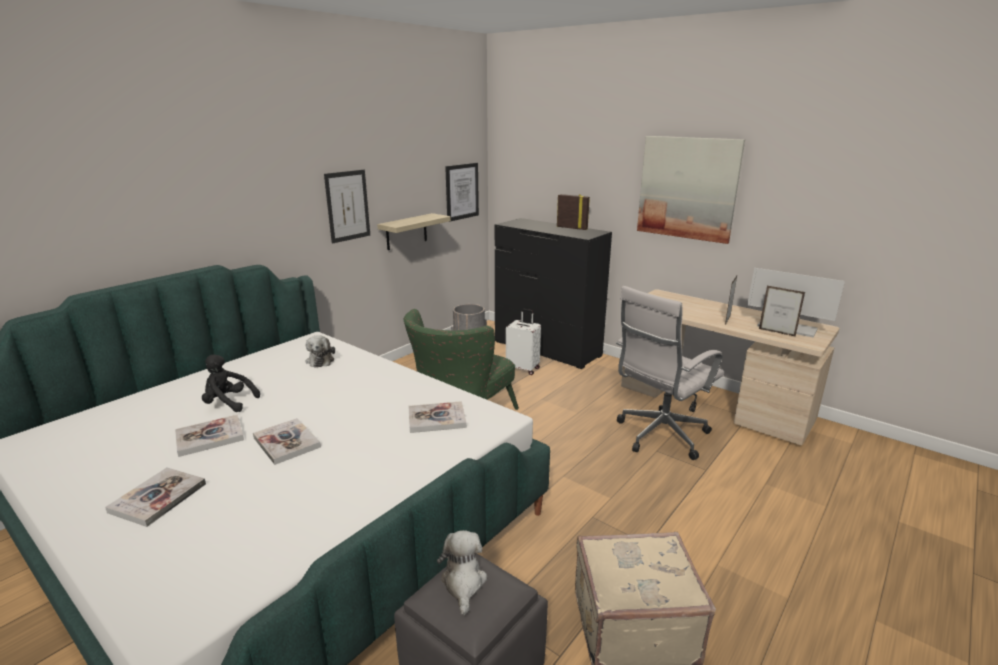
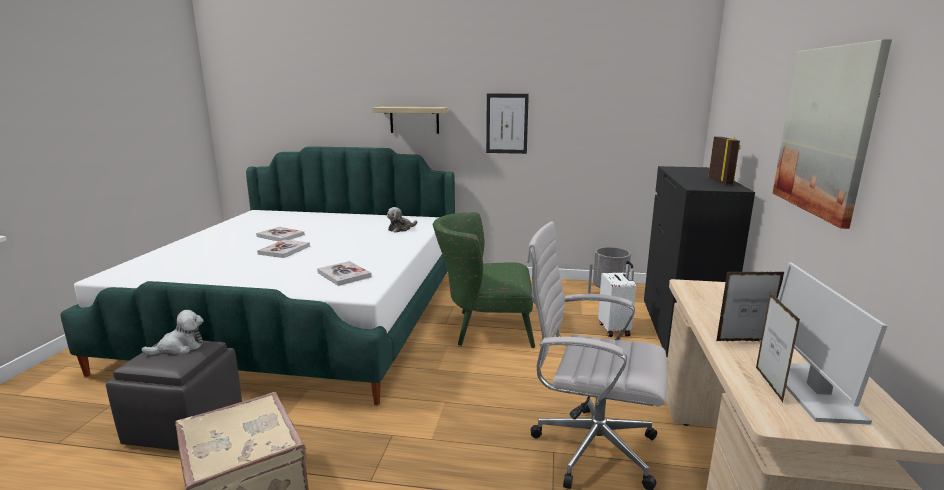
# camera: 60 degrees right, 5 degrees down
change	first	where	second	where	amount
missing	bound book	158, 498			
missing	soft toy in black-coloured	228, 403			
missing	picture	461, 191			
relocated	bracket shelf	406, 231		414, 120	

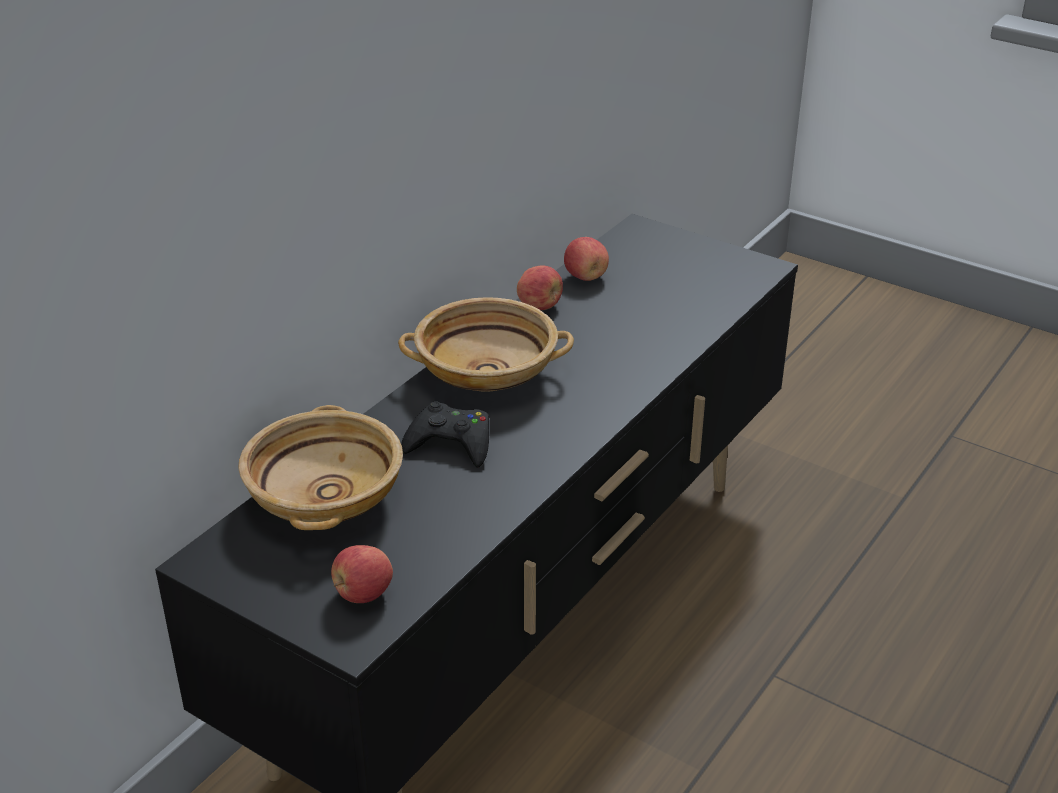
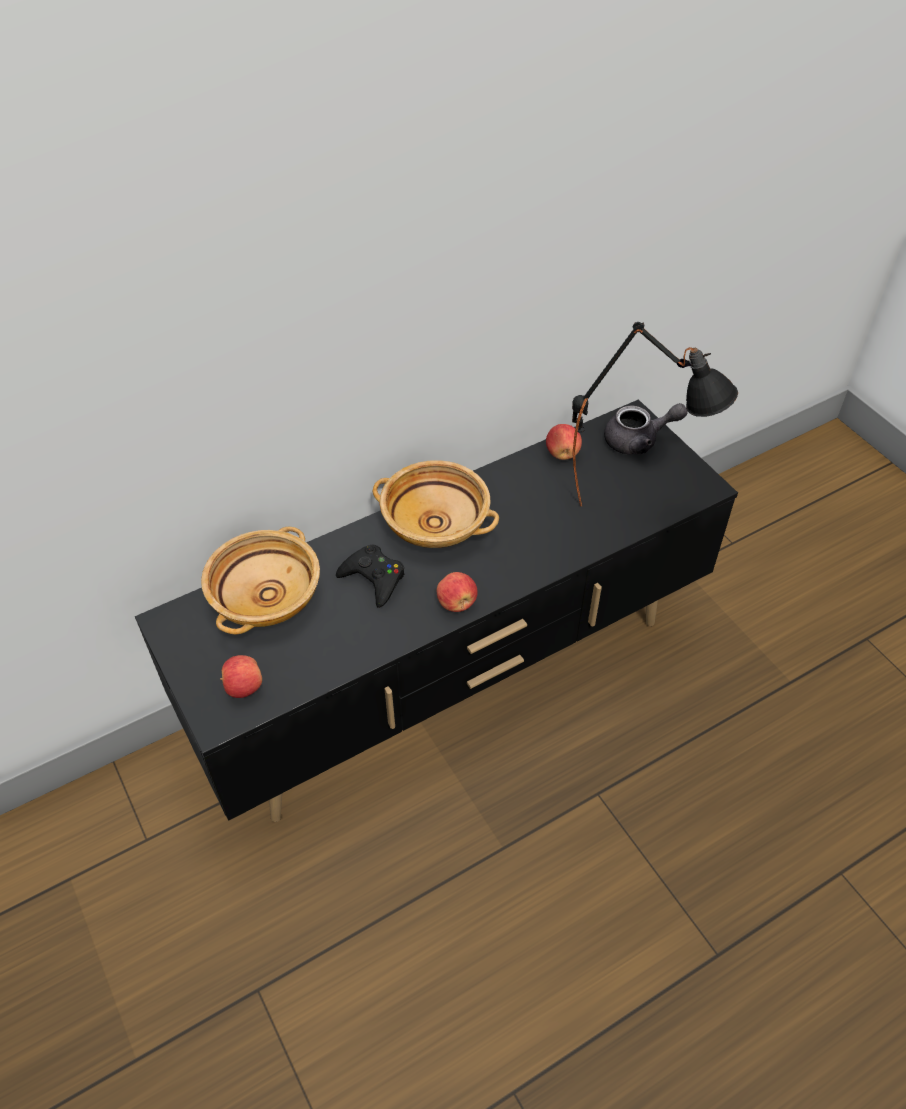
# camera: 25 degrees right, 15 degrees up
change	first	where	second	where	amount
appeared			lamp for a table in black-coloured	632, 504	
appeared			tea pot in greyish	638, 440	
relocated	apple	540, 306		457, 603	

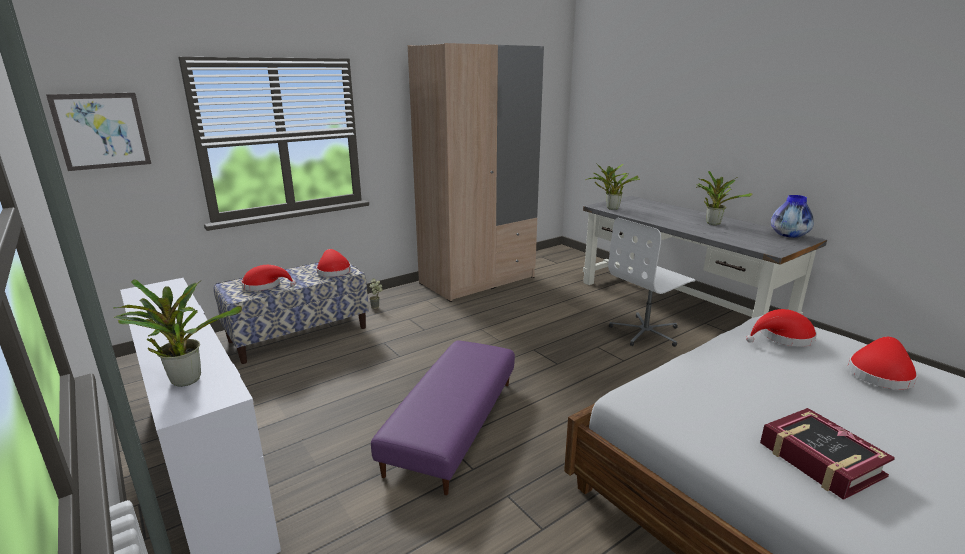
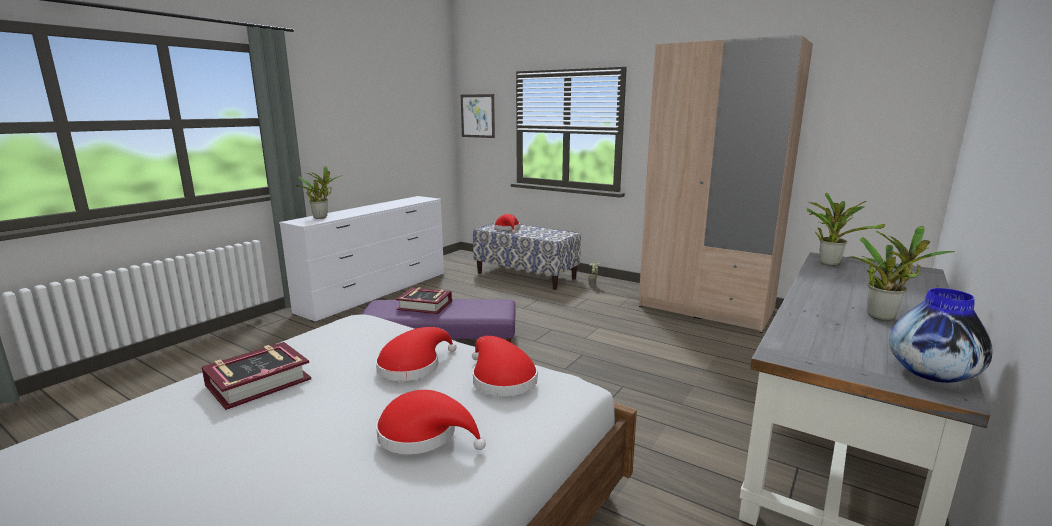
# camera: 70 degrees right, 5 degrees down
change	first	where	second	where	amount
missing	computer chair in white	646, 332			
appeared			bound book	425, 305	
relocated	hat in red-coloured	333, 271		413, 366	

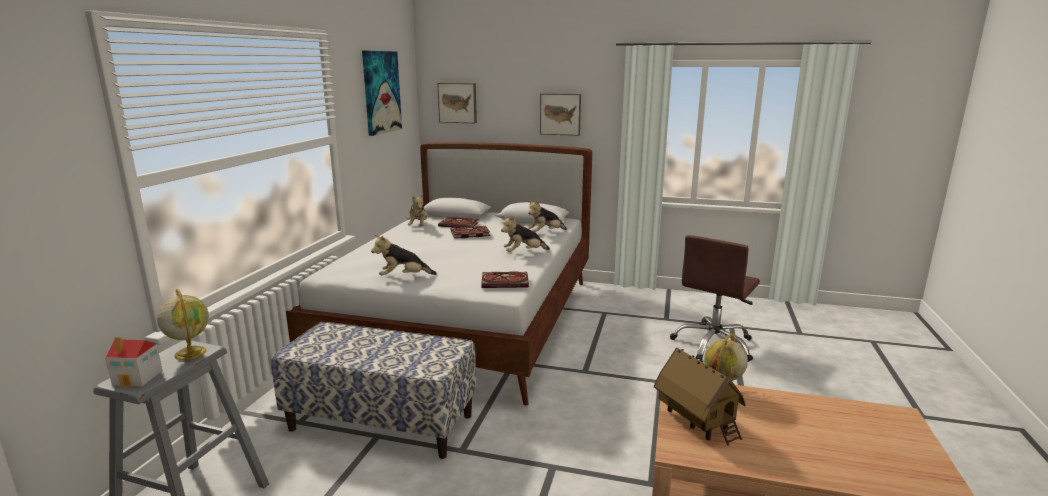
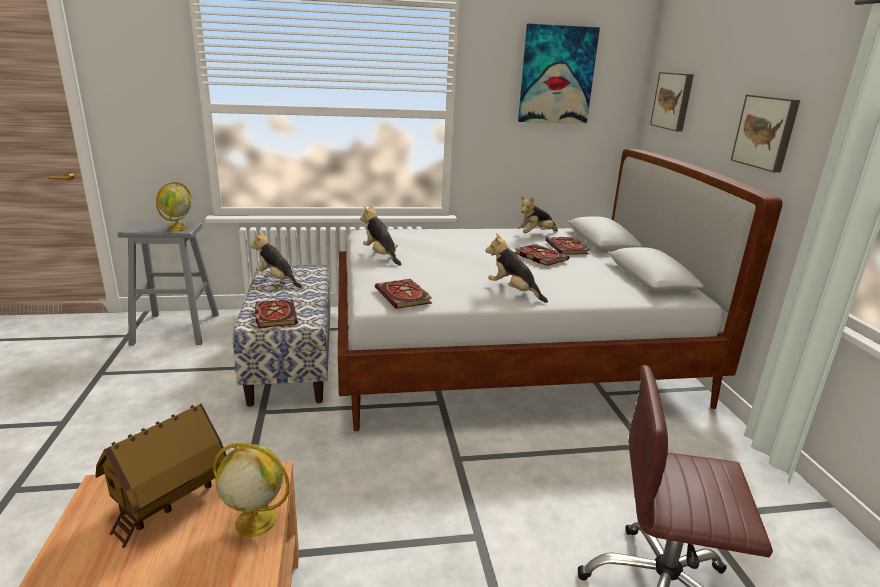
# camera: 65 degrees right, 5 degrees up
change	first	where	second	where	amount
missing	toy house	138, 377			
appeared			bound book	274, 315	
relocated	soft toy	545, 233		277, 280	

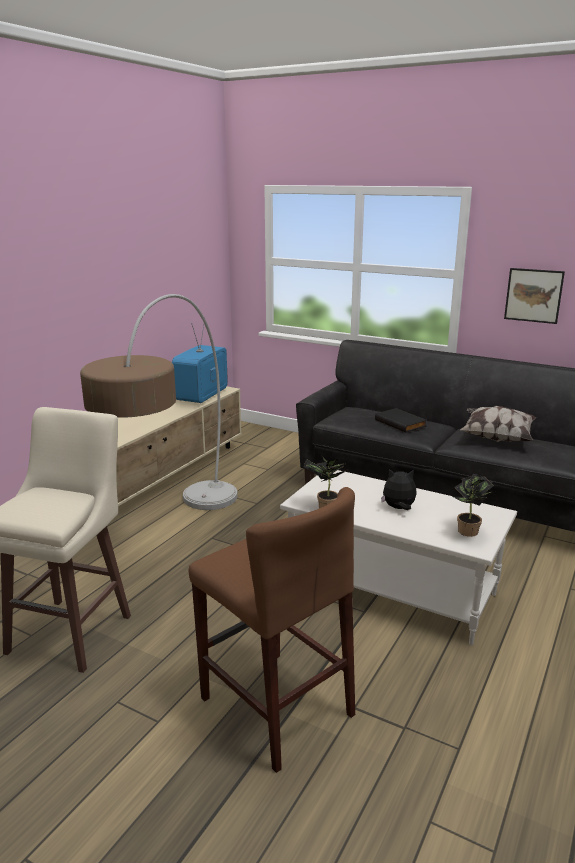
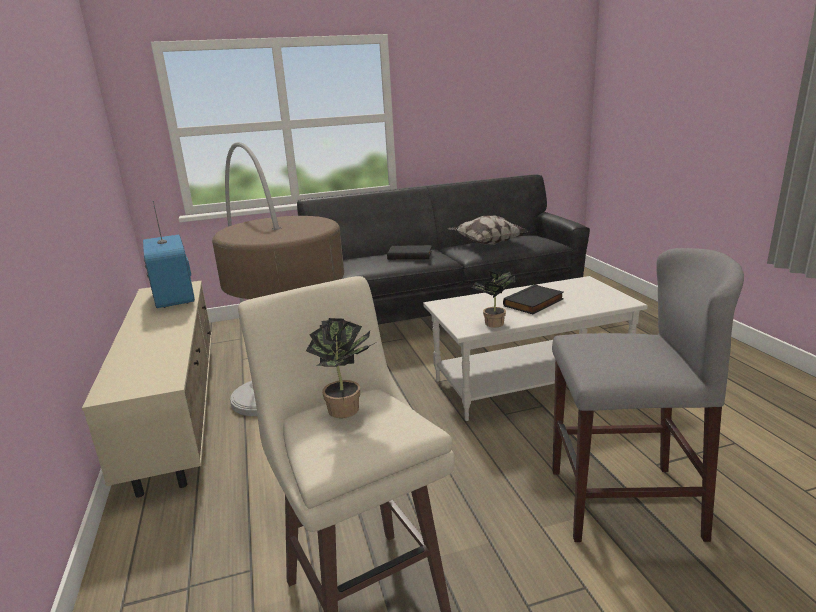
# camera: 45 degrees left, 0 degrees up
change	first	where	second	where	amount
missing	picture	533, 295			
relocated	plant in a pot	470, 533		348, 410	
exchanged	soft toy	398, 508	bound book in black-coloured	534, 303	
colour	stool seat in brownish	276, 706	stool seat in greyish	622, 502	

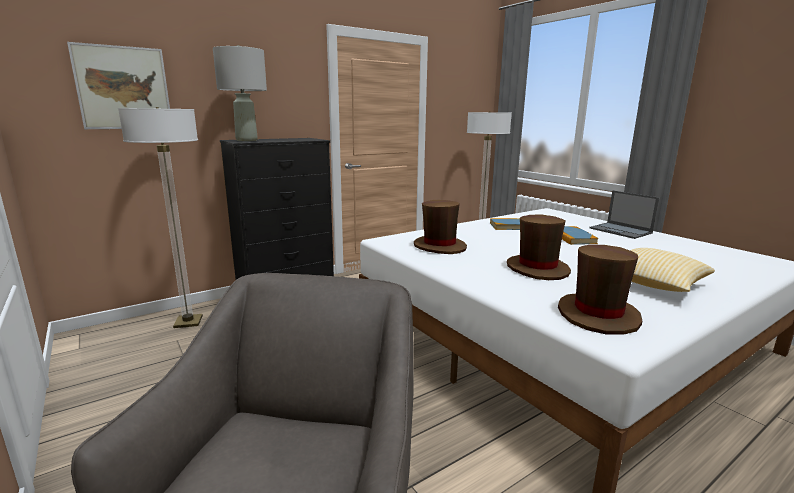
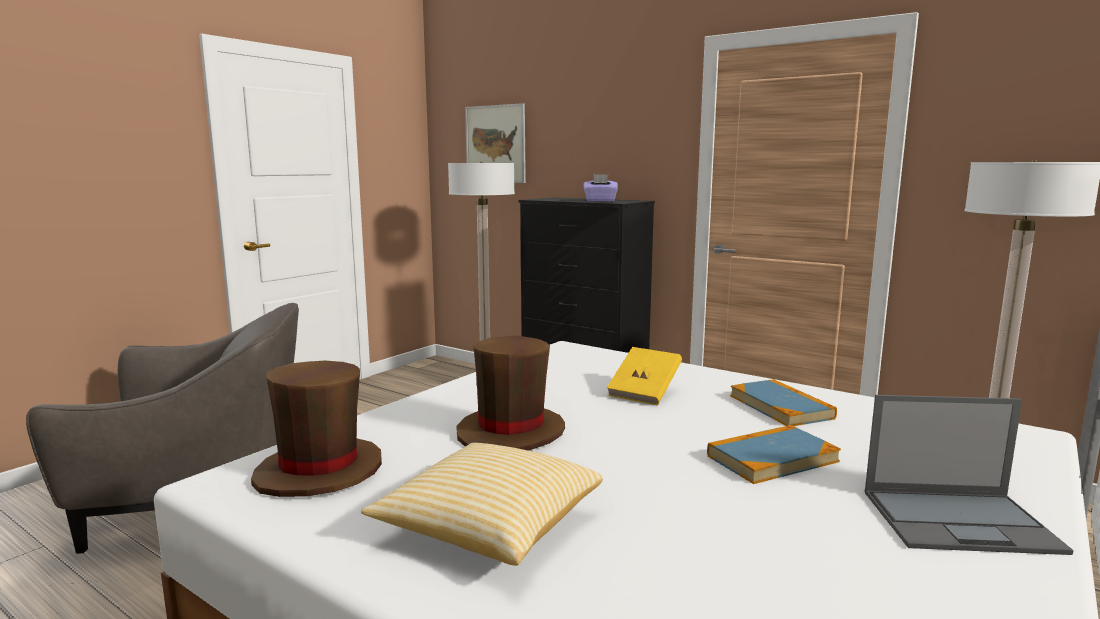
# camera: 70 degrees right, 5 degrees down
change	first	where	second	where	amount
missing	lamp for a table in greyish	246, 140			
missing	hat in brownish	439, 246			
appeared			box of tissues in purple-coloured	600, 201	
appeared			bound book in yellow-coloured	644, 392	
spun	portable computer	621, 231		961, 521	120 degrees counterclockwise

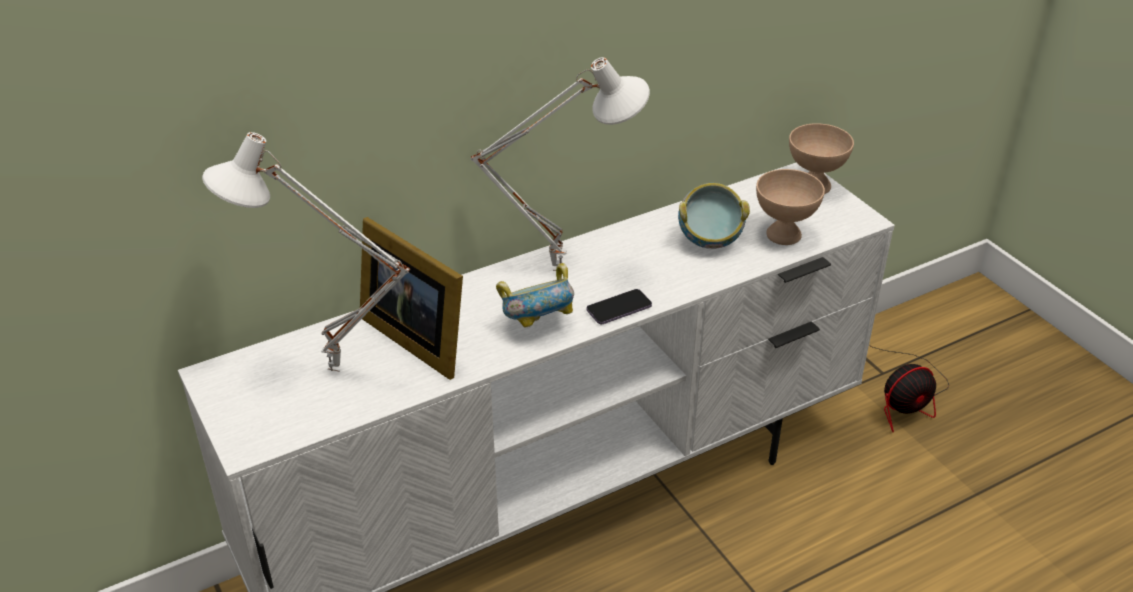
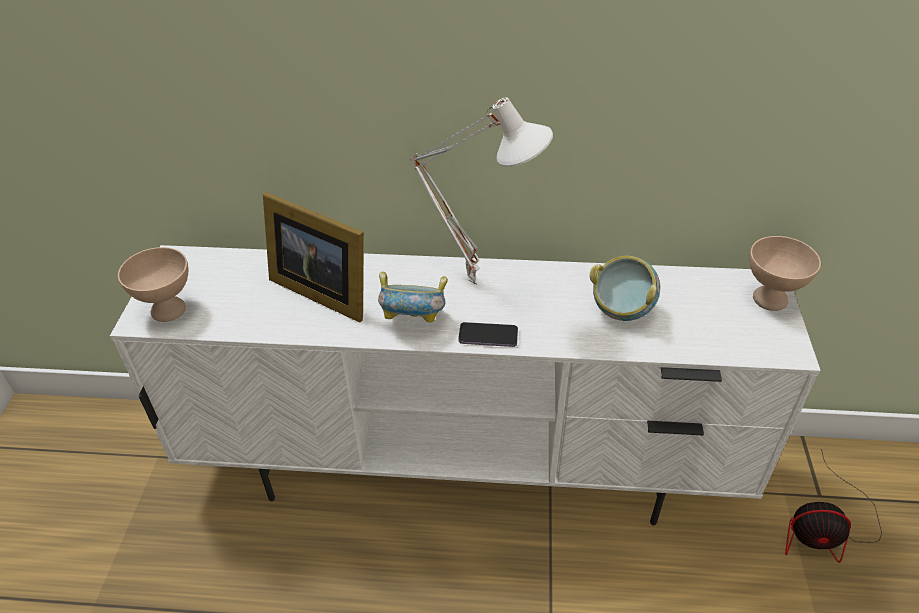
# camera: 35 degrees right, 5 degrees up
change	first	where	second	where	amount
missing	lamp for a table in white	332, 374			
relocated	serving bowl in sand-coloured	783, 235		167, 311	
spun	picture frame	416, 336		321, 289	45 degrees counterclockwise

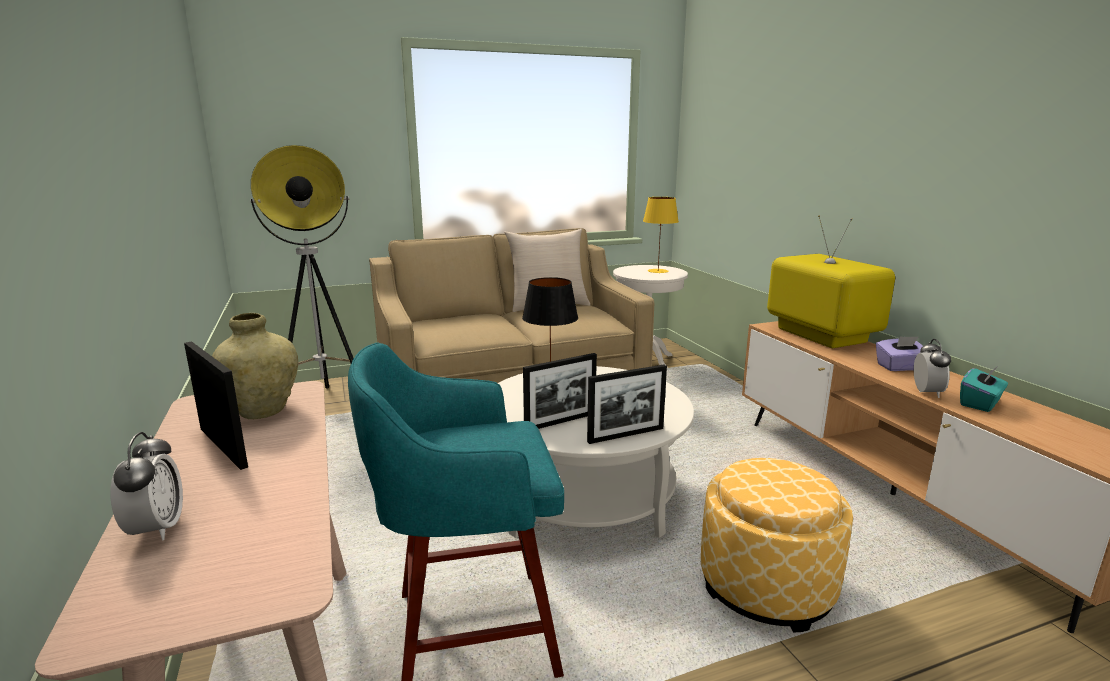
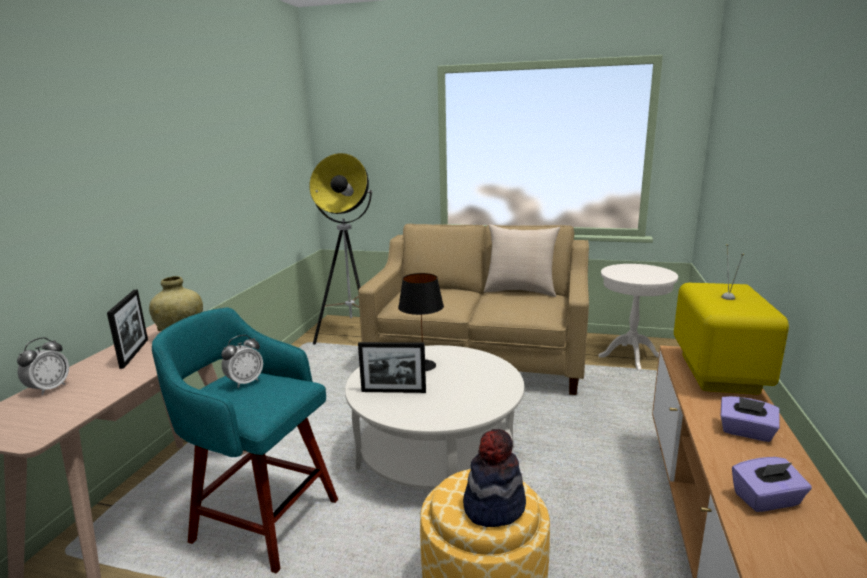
# camera: 35 degrees right, 0 degrees up
change	first	where	second	where	amount
missing	picture frame	626, 435			
missing	lamp for a table in yellow-coloured	657, 271			
appeared			hat	493, 506	
relocated	alarm clock	926, 393		245, 382	
colour	box of tissues in turquoise-coloured	980, 403	box of tissues in purple-coloured	767, 500	

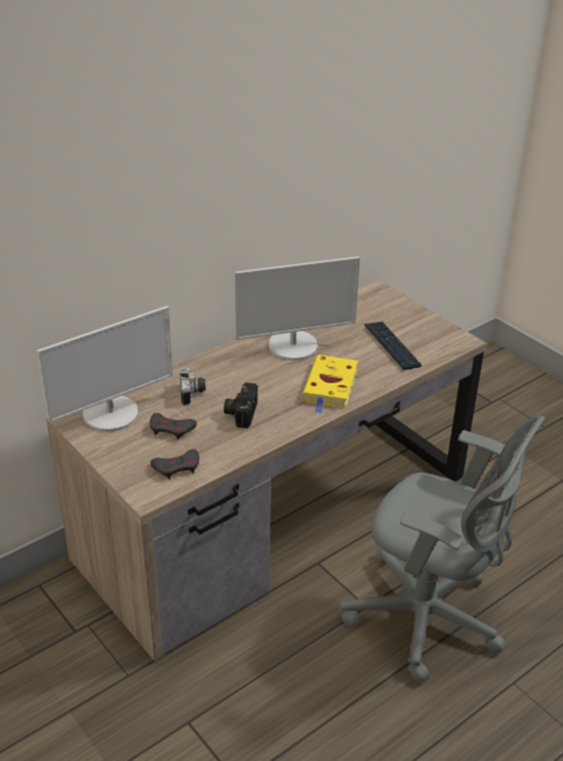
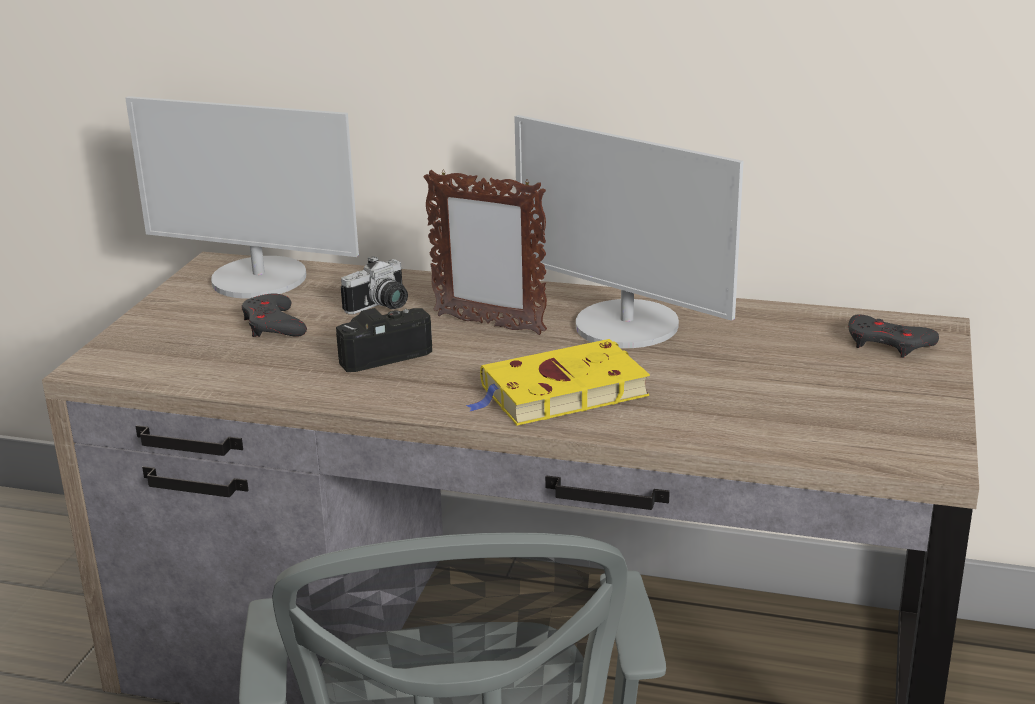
# camera: 55 degrees right, 10 degrees down
change	first	where	second	where	amount
missing	computer keyboard	392, 346			
appeared			picture frame	488, 324	
relocated	joypad in greyish	177, 467		888, 343	

